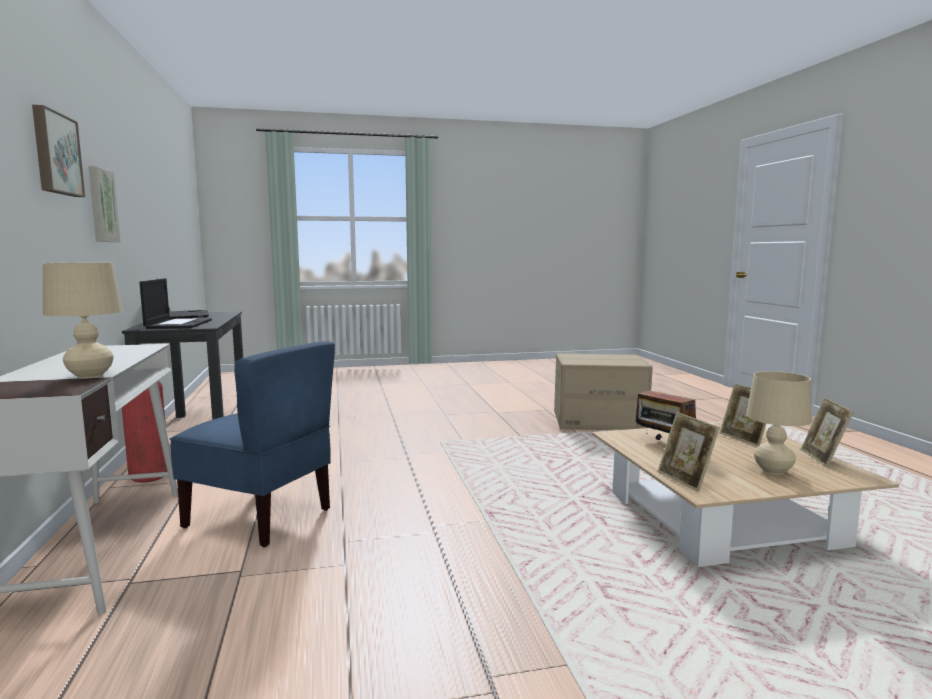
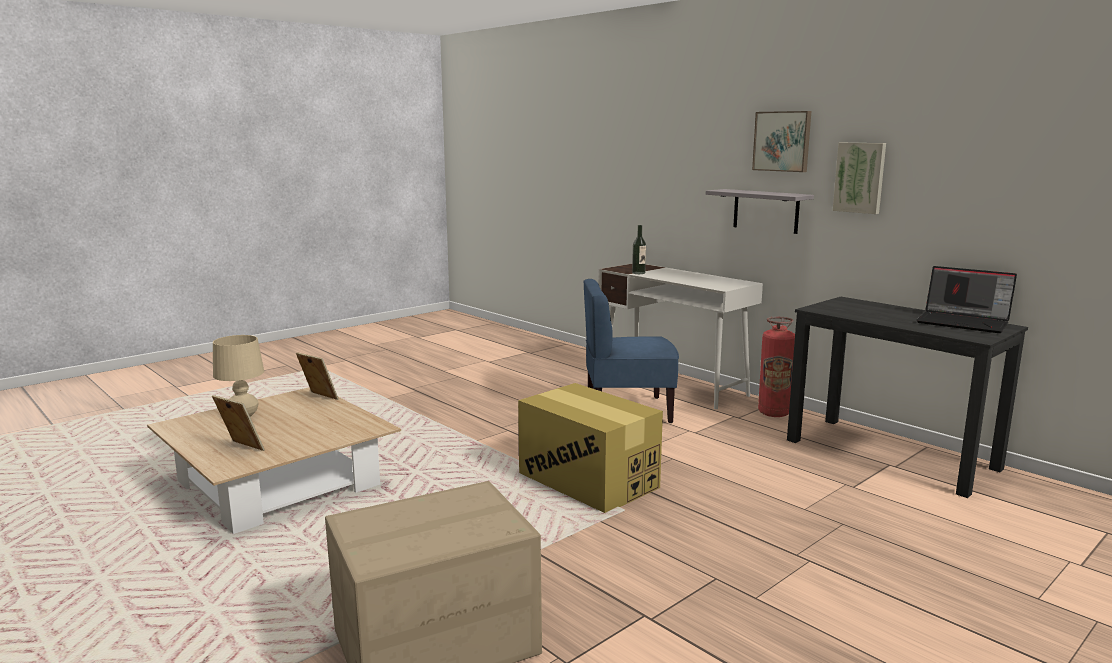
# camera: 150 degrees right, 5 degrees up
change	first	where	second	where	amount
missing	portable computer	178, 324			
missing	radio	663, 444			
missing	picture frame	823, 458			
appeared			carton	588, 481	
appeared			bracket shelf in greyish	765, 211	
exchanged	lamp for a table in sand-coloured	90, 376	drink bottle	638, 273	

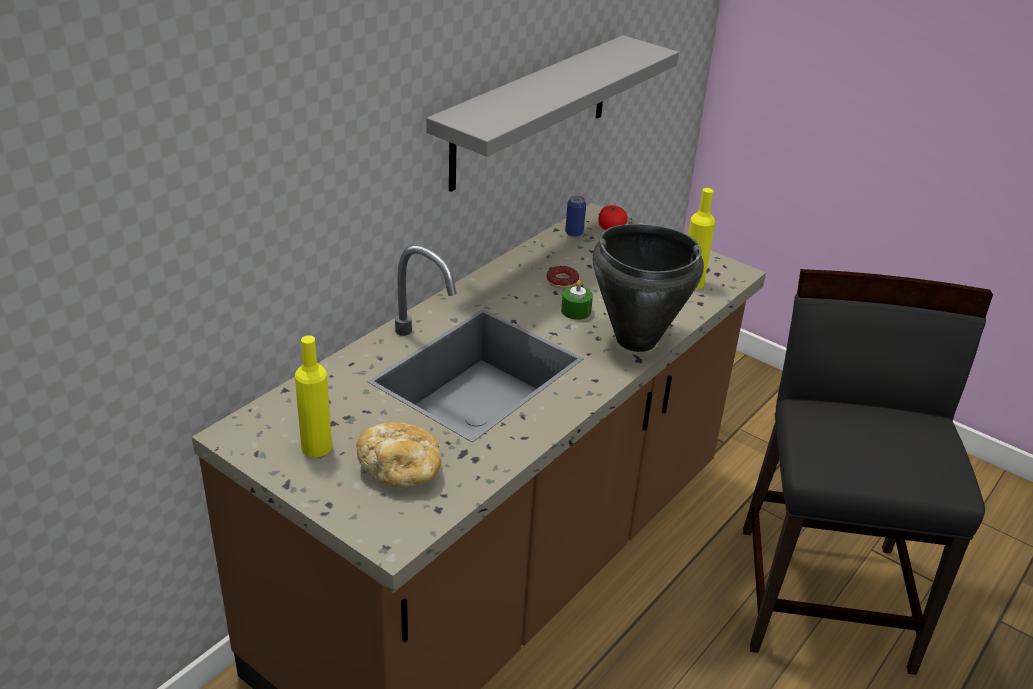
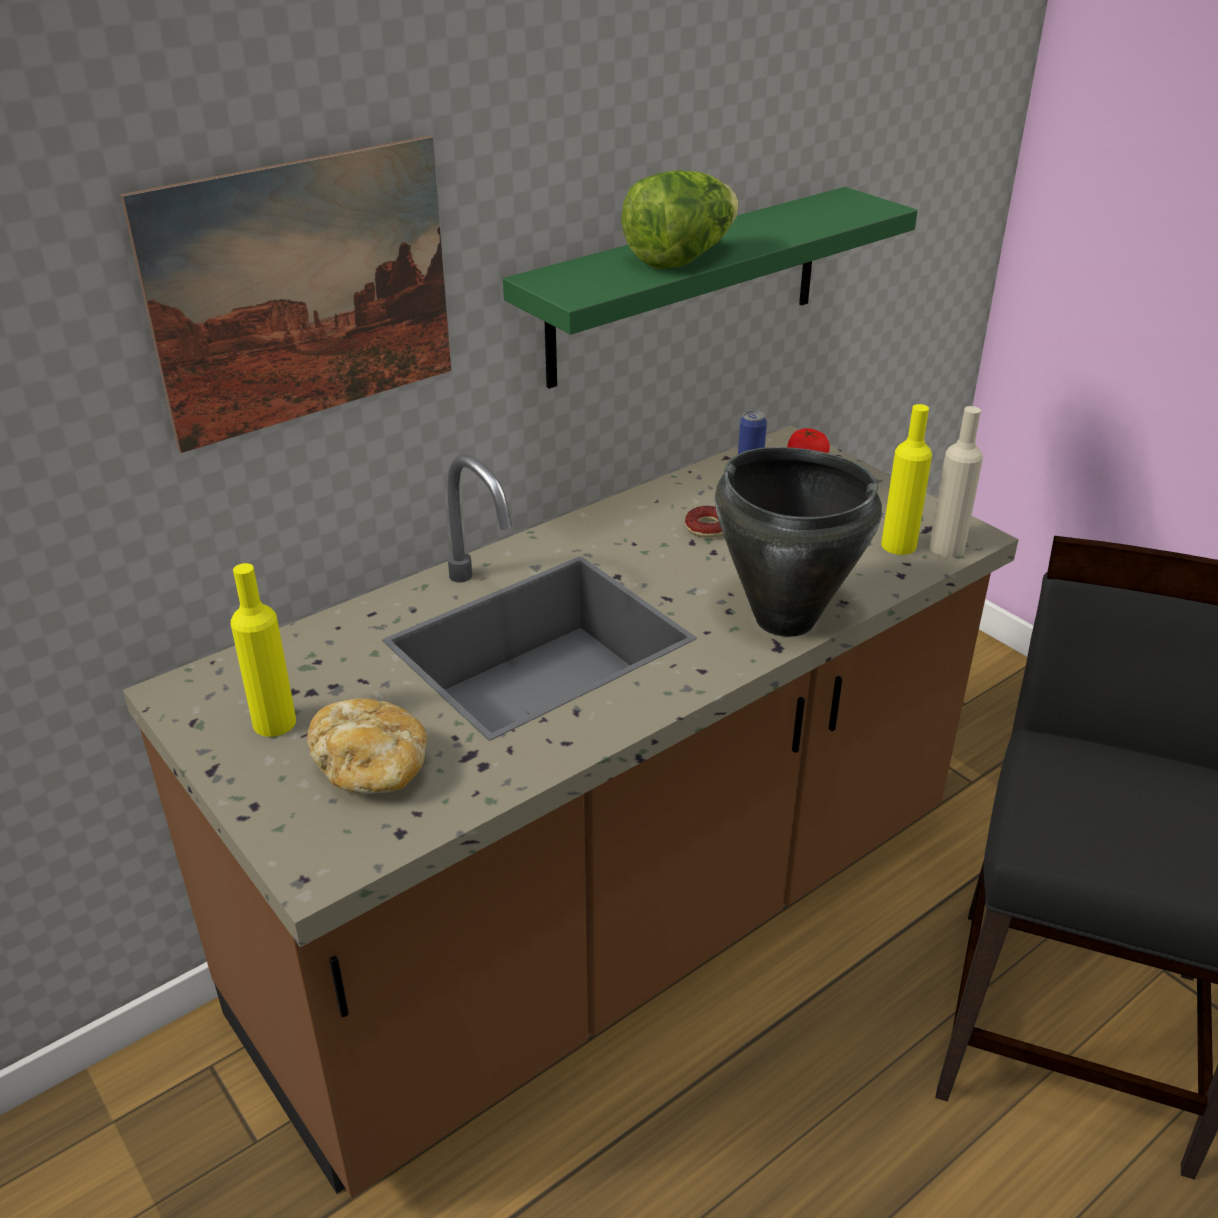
# camera: 15 degrees right, 0 degrees up
change	first	where	second	where	amount
missing	candle in green	576, 311			
appeared			picture	304, 292	
appeared			lettuce head	681, 258	
appeared			drink bottle in sand-coloured	946, 547	
colour	bracket shelf in greyish	531, 112	bracket shelf in green	687, 286	

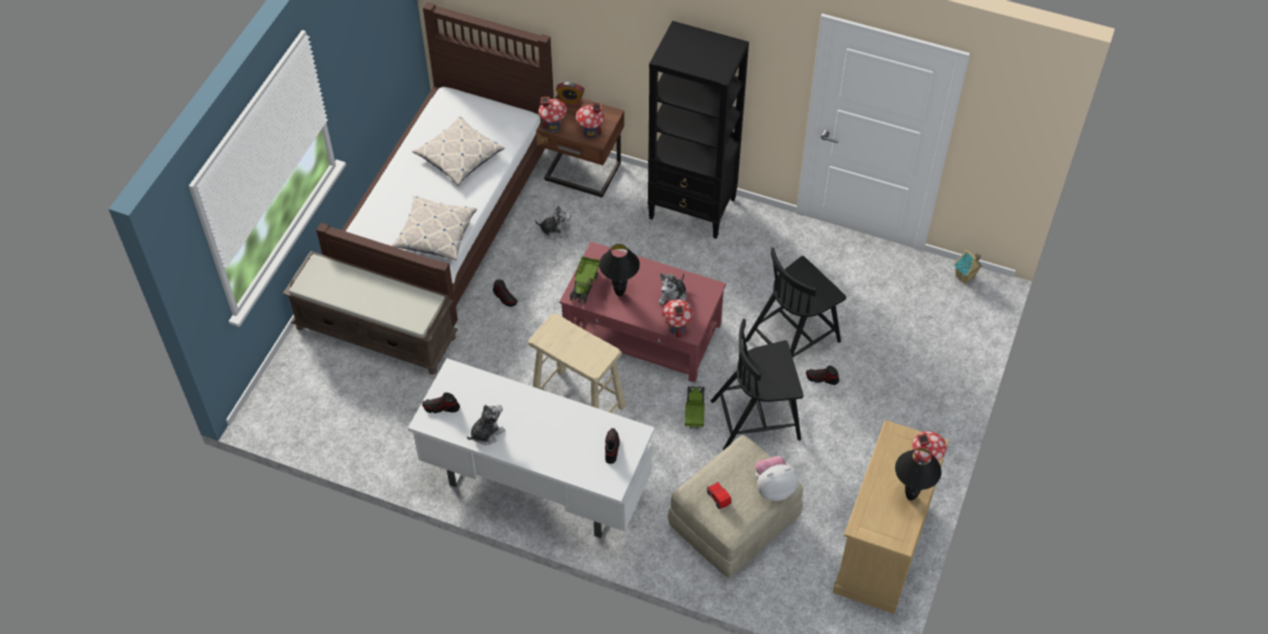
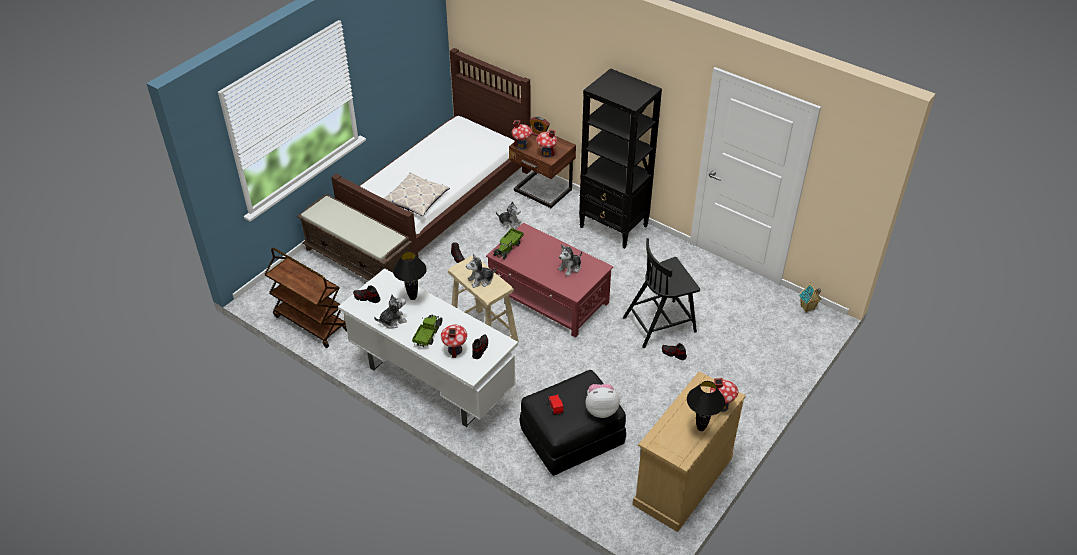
# camera: 15 degrees right, 10 degrees down
change	first	where	second	where	amount
missing	pillow	459, 155			
missing	plain chair in black-coloured	757, 419			
appeared			cart in brownish	310, 323	
appeared			soft toy	481, 280	
relocated	lamp for a table in black-coloured	620, 293		413, 298	
relocated	toy house	676, 328		455, 350	
relocated	toy lorry	694, 411		428, 335	
colour	ottoman in sand-coloured	734, 522	ottoman in black-coloured	571, 438	

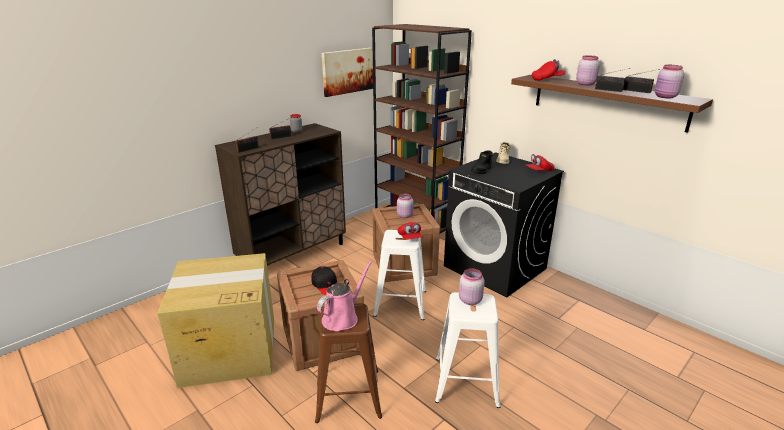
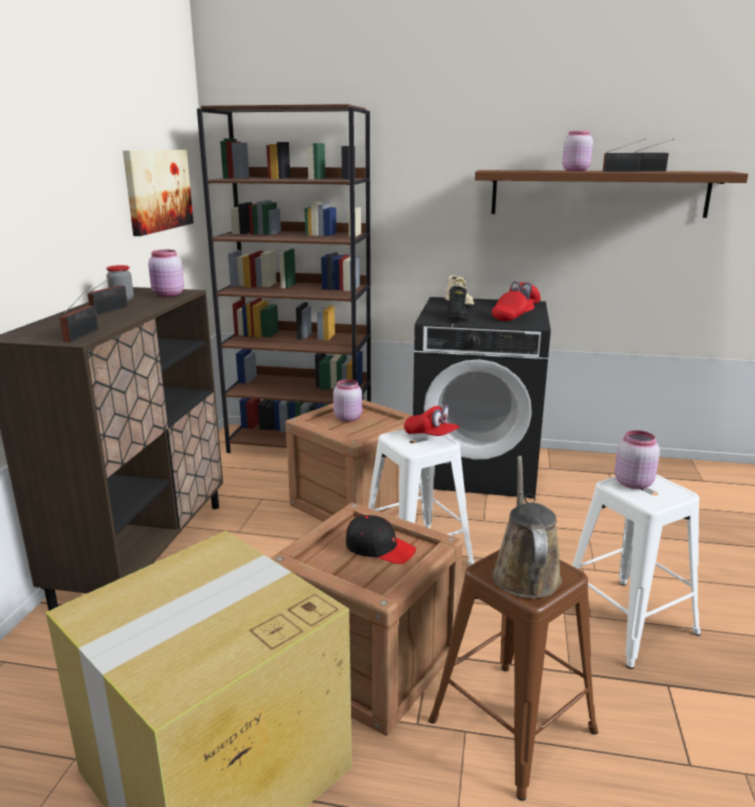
# camera: 35 degrees left, 5 degrees down
change	first	where	second	where	amount
relocated	peaked cap in red-coloured	547, 79		512, 317	
relocated	storage jar in pinkish	665, 97		168, 295	
colour	watering can in pinkish	342, 317	watering can in brownish	524, 572	

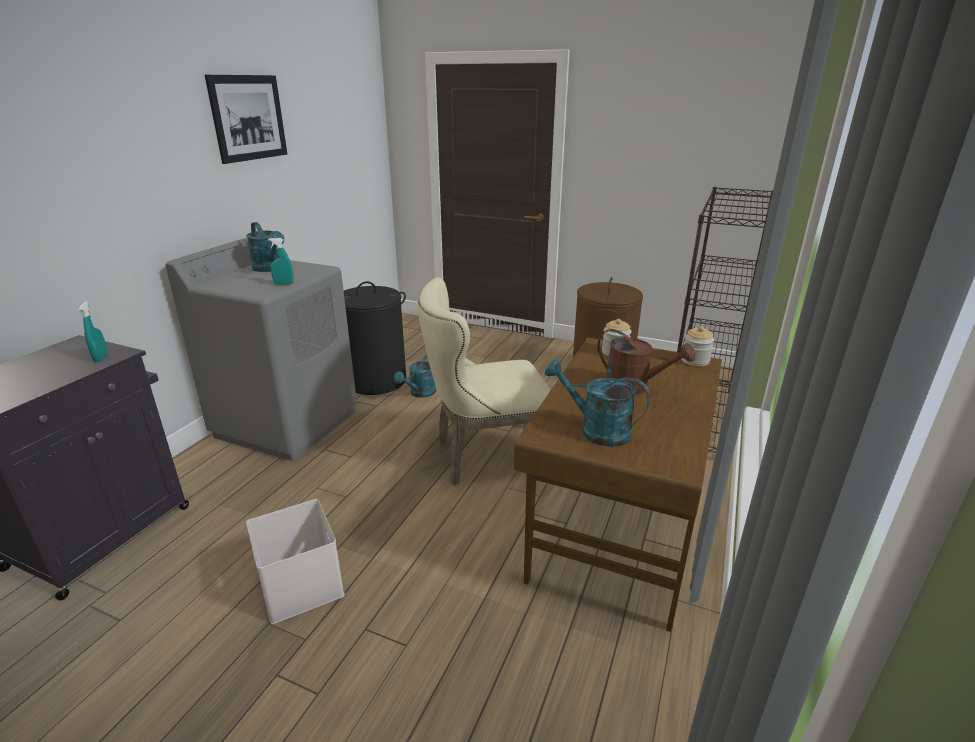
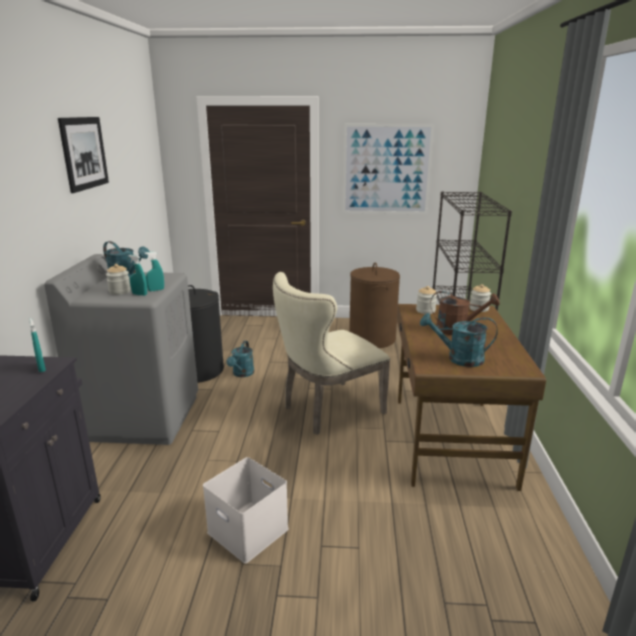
# camera: 20 degrees left, 5 degrees down
change	first	where	second	where	amount
appeared			storage jar	120, 291	
appeared			spray bottle in turquoise-coloured	139, 294	
appeared			picture	386, 170	

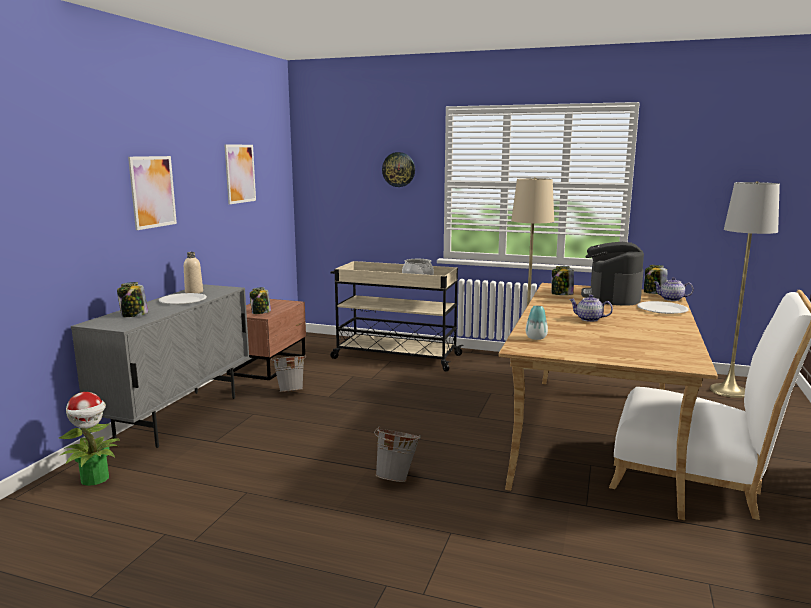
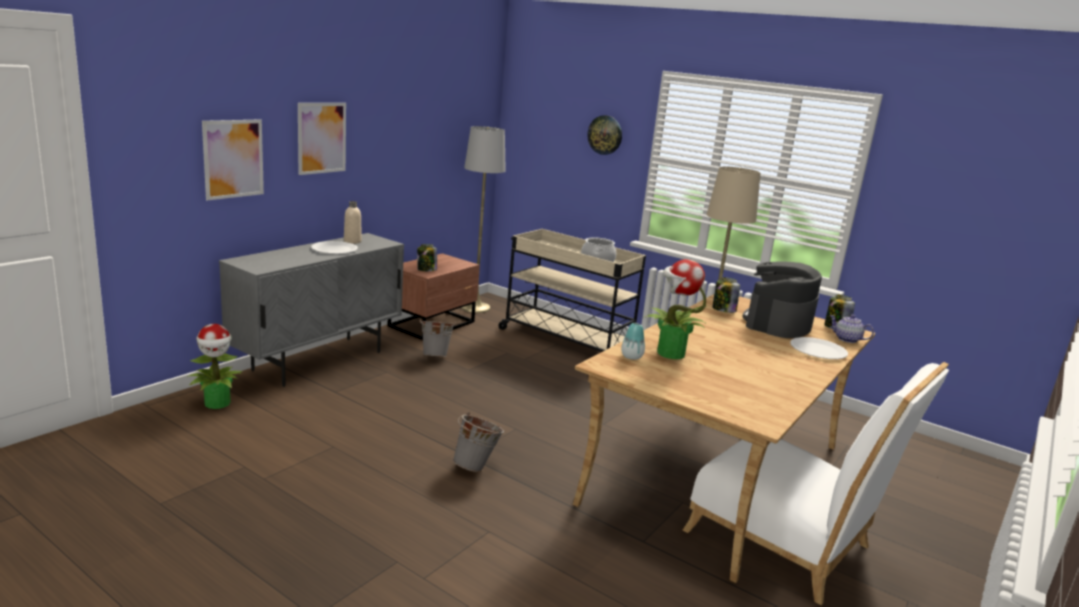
# camera: 15 degrees right, 5 degrees up
change	first	where	second	where	amount
missing	storage jar	134, 315			
missing	tea pot	589, 319			
appeared			plant in a pot	669, 353	
relocated	picture	240, 173		233, 159	
relocated	standard lamp in greyish	729, 391		475, 307	

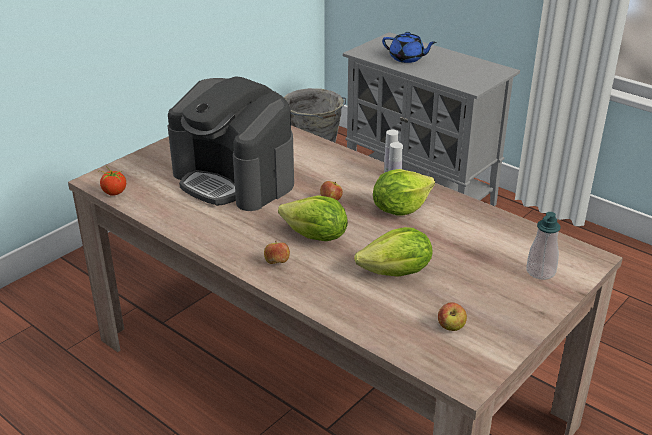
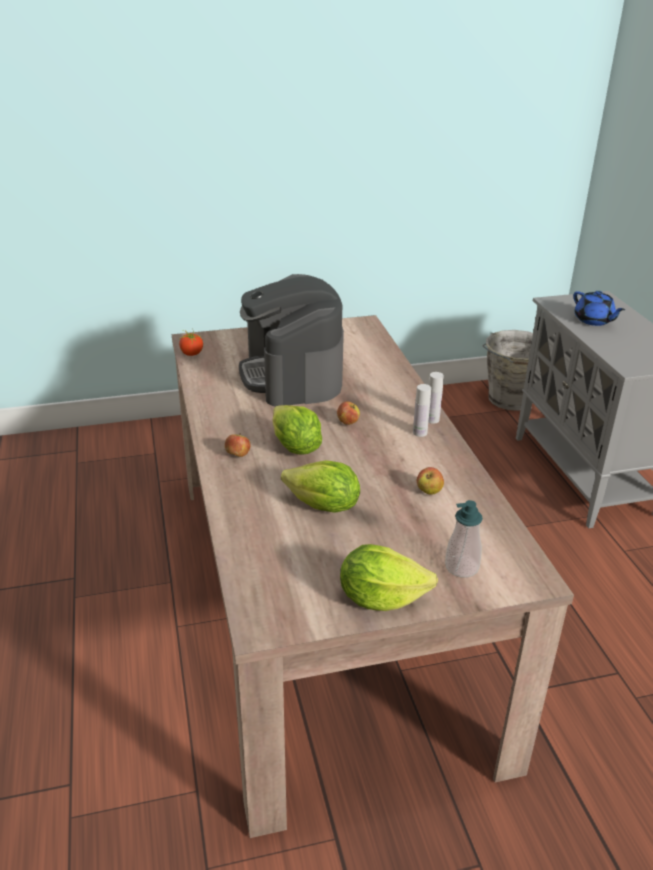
# camera: 35 degrees right, 0 degrees up
change	first	where	second	where	amount
relocated	lettuce head	400, 209		381, 597	
relocated	apple	451, 327		429, 491	

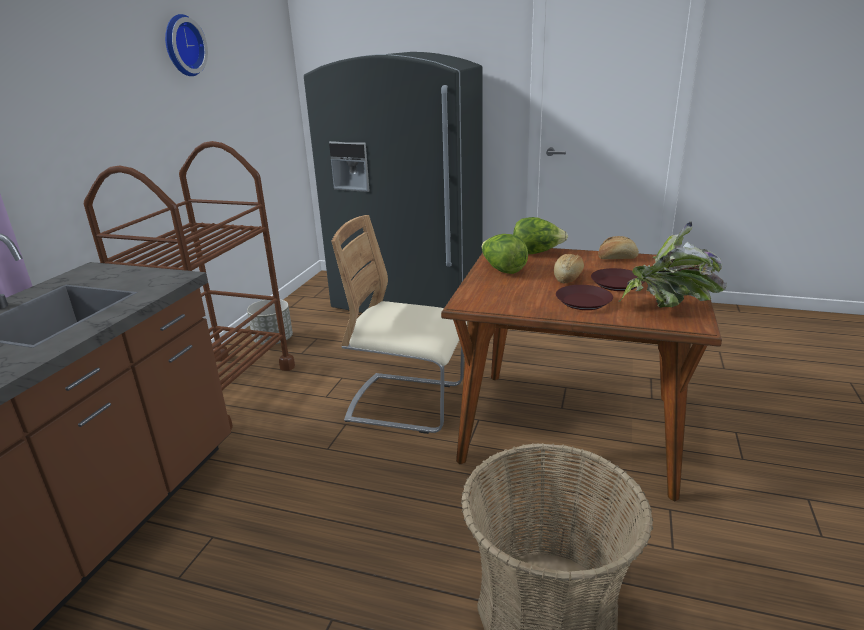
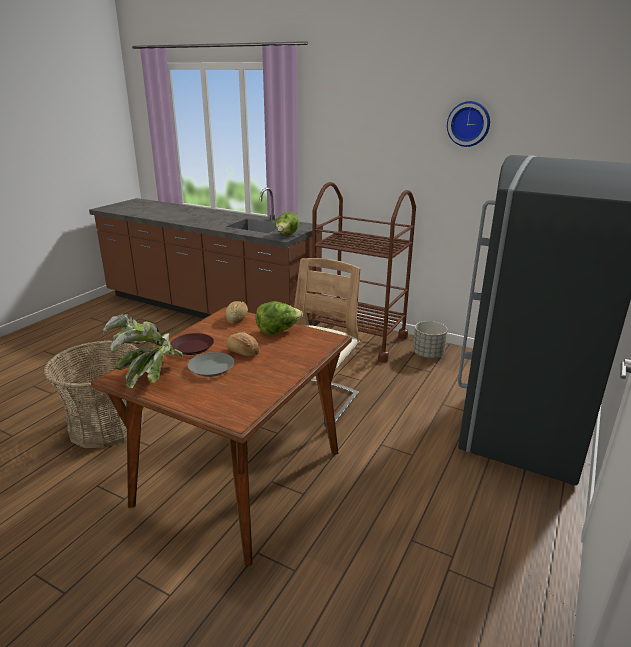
# camera: 100 degrees right, 0 degrees up
change	first	where	second	where	amount
relocated	lettuce head	537, 252		286, 235	
relocated	bread	617, 258		237, 318	
colour	flat dish in brownish	617, 284	flat dish in greyish	211, 368	

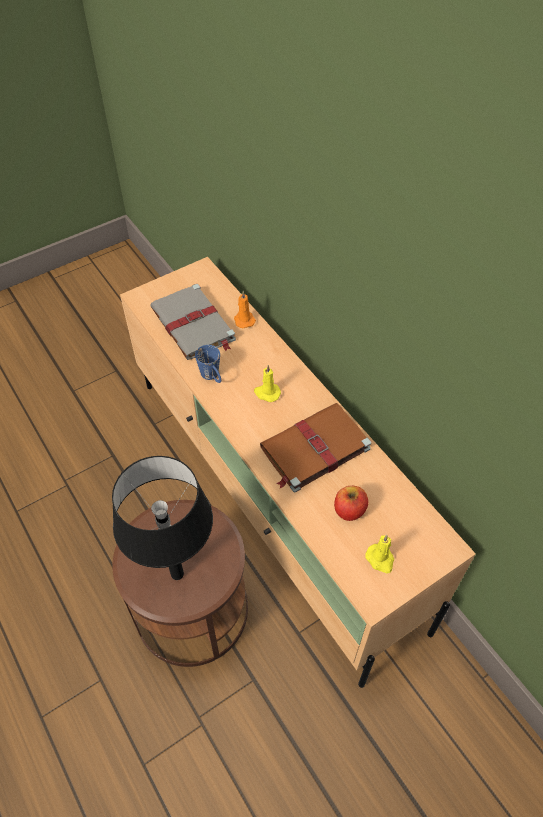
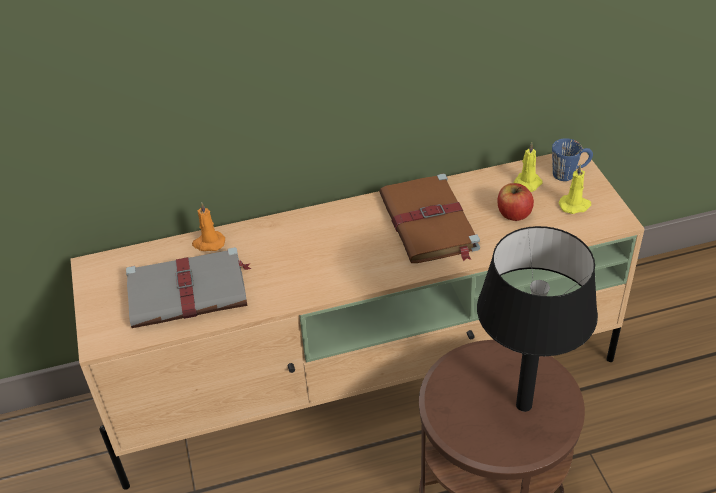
# camera: 70 degrees left, 10 degrees down
change	first	where	second	where	amount
relocated	mug in blue-coloured	212, 377		570, 173	
relocated	candle in yellow-coloured	267, 393		526, 184	

